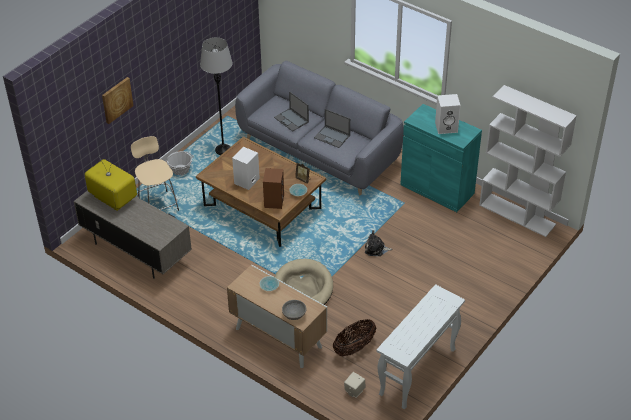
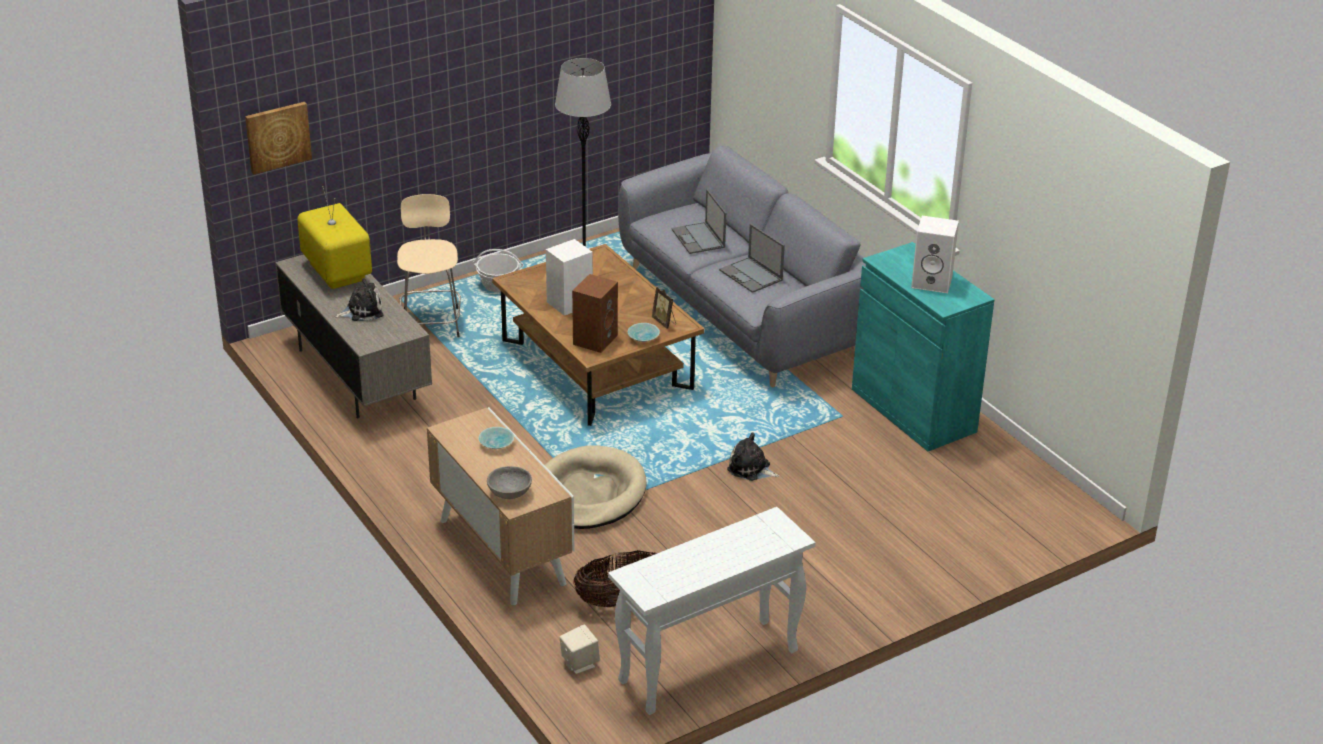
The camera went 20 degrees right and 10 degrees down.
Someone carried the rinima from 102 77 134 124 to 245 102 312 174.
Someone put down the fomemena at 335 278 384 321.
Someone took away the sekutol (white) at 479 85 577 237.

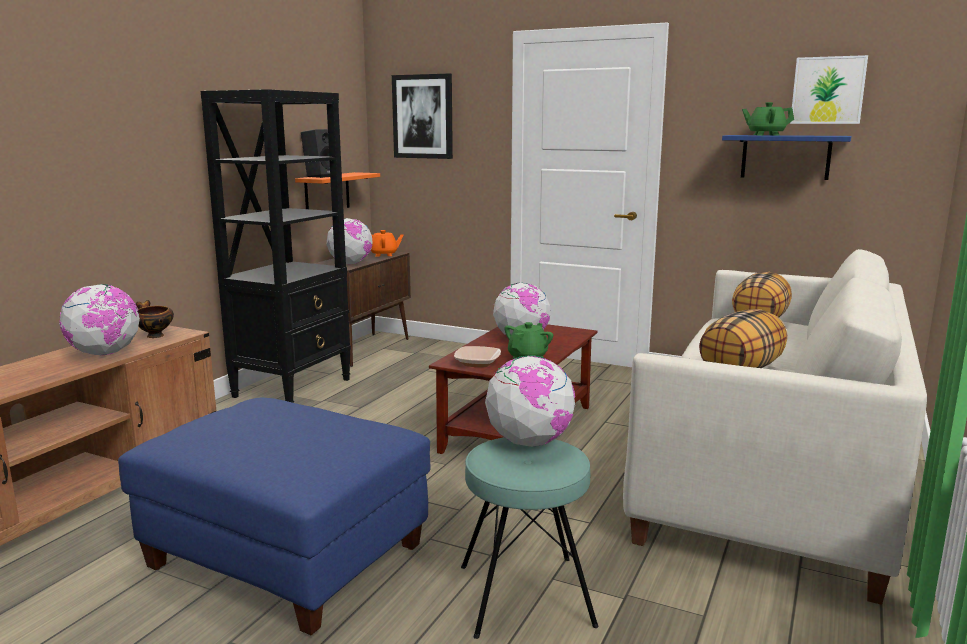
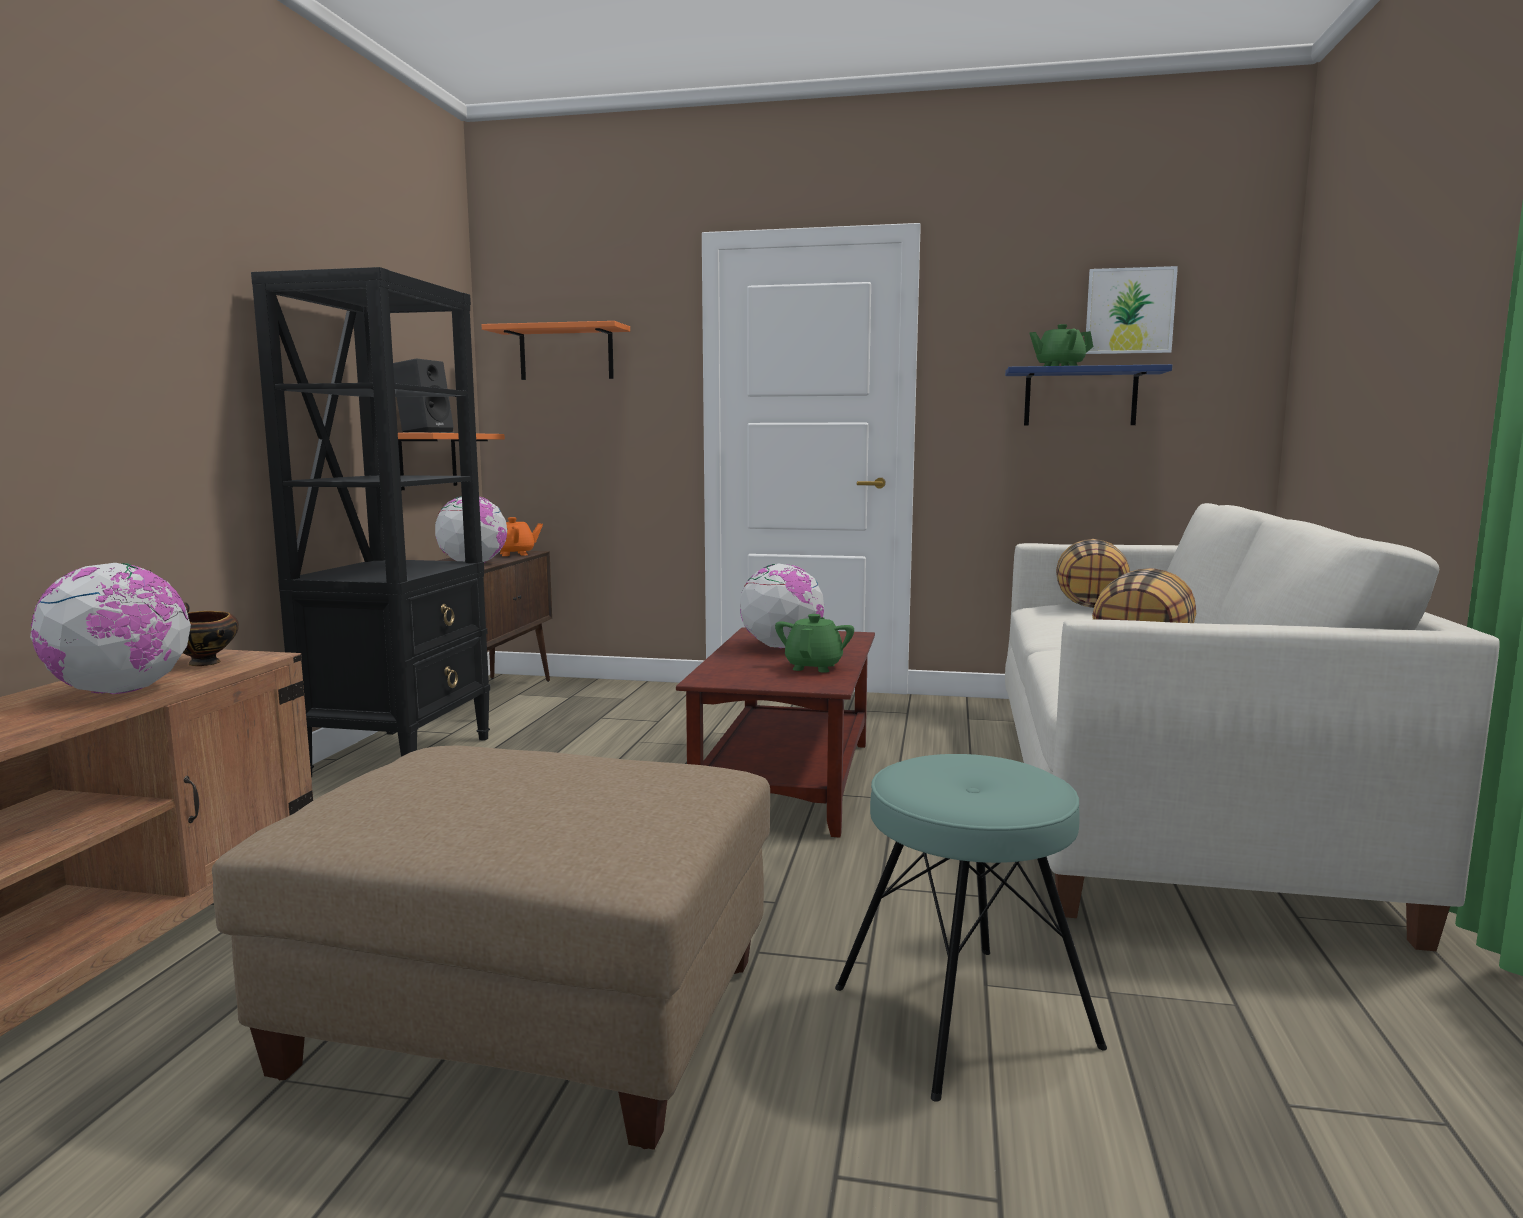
The camera went 15 degrees left and 5 degrees down.
Someone repainted the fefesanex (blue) at 118 398 431 635, which became the fefesanex (beige) at 212 745 770 1150.
Someone swapped the rinima at 392 74 453 159 for the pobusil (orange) at 482 321 630 380.
Someone took away the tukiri at 454 346 501 367.
Someone took away the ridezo at 485 355 575 447.

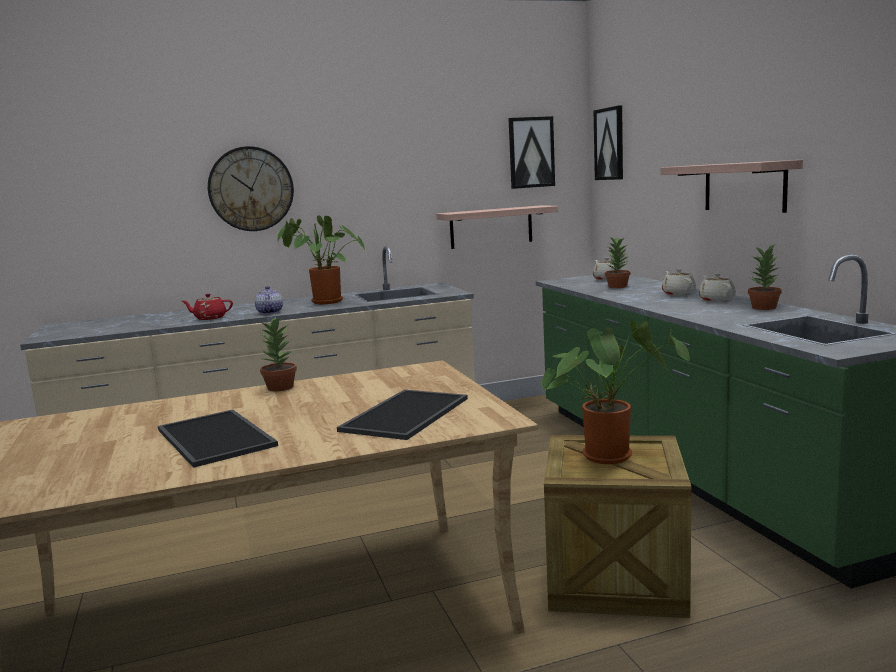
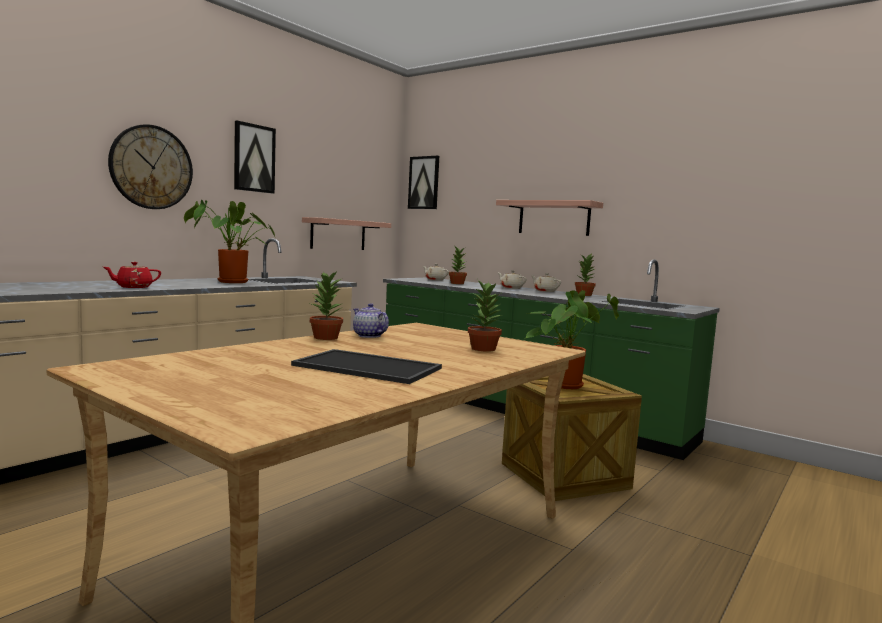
The camera went 35 degrees left and 5 degrees down.
Someone carried the rinima from 508 116 555 189 to 234 121 276 194.
Someone carried the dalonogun from 255 286 283 314 to 353 303 389 338.
Someone swapped the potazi at 337 390 468 440 for the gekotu at 468 279 502 352.

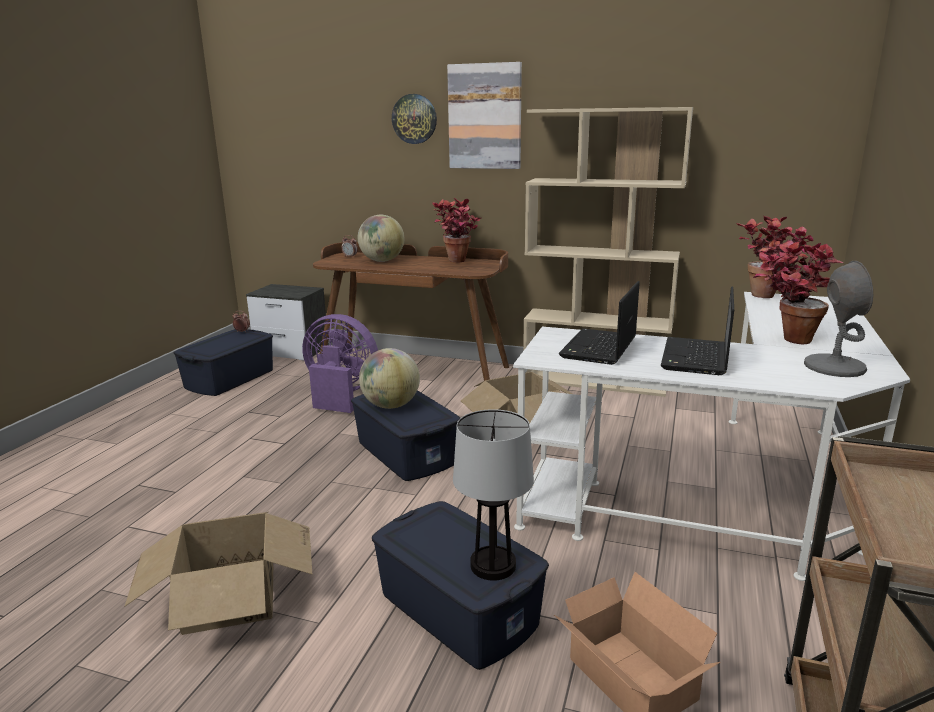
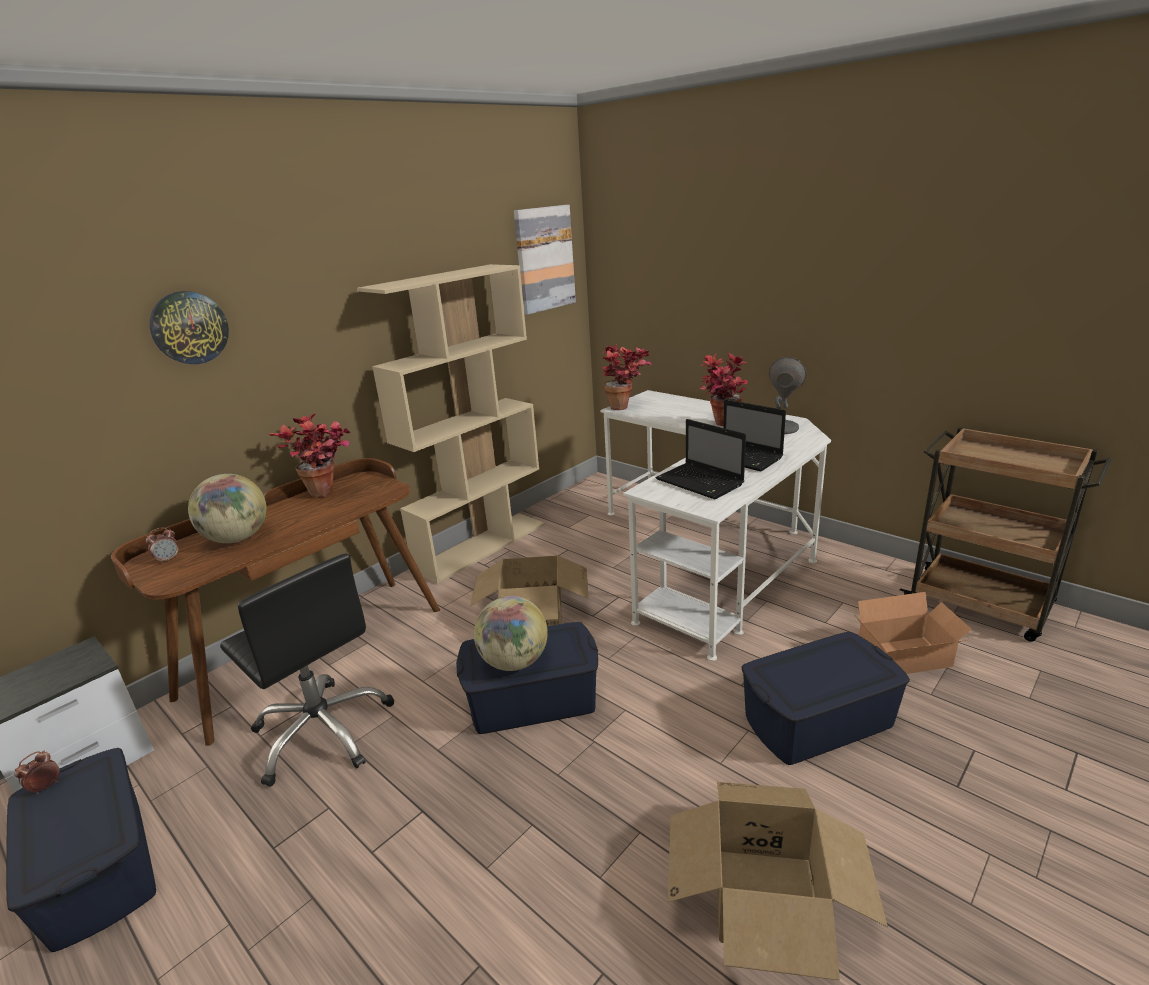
The camera went 65 degrees left and 5 degrees up.
Someone swapped the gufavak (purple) at 302 314 378 413 for the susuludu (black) at 220 553 394 787.
Someone carried the rinima from 447 62 522 169 to 514 205 576 315.
Someone took away the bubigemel at 453 409 534 581.

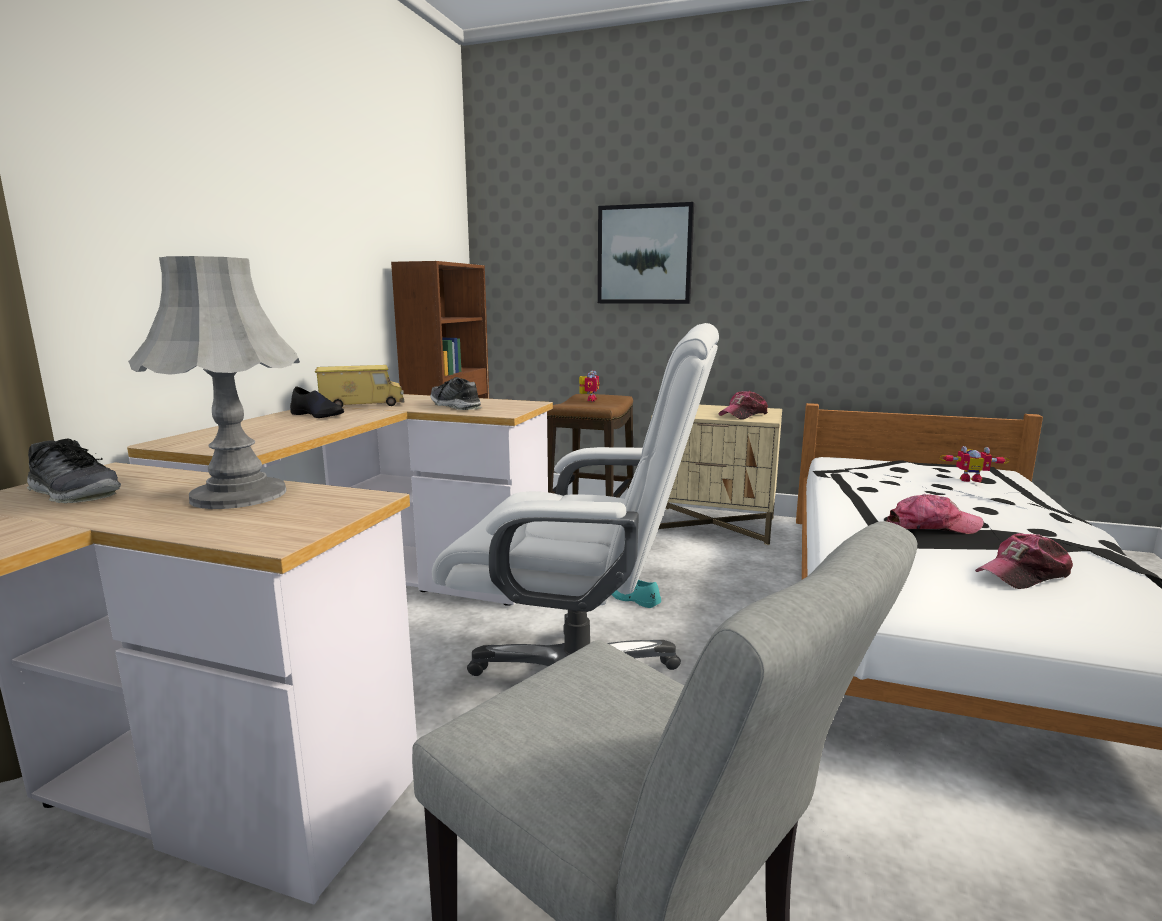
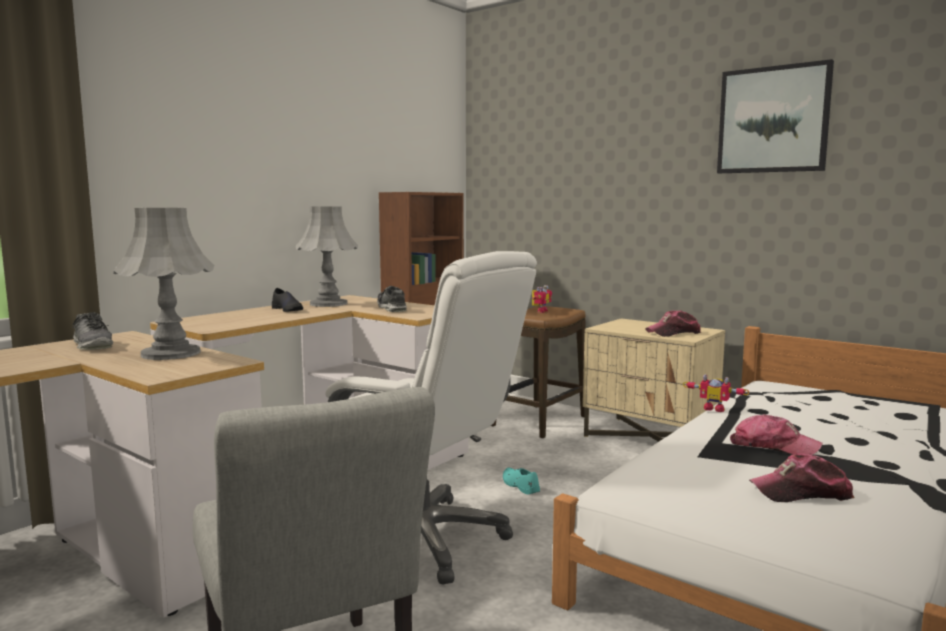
The camera went 20 degrees right and 5 degrees down.
Someone swapped the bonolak at 315 365 404 407 for the bubigemel (grey) at 296 206 358 307.
Someone carried the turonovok from 939 446 1009 482 to 683 374 749 412.
Someone carried the rinima from 598 202 694 304 to 717 59 834 173.

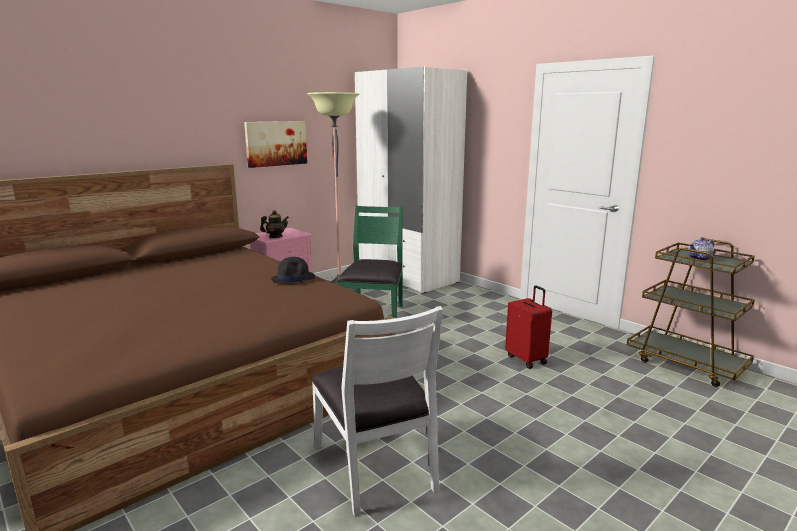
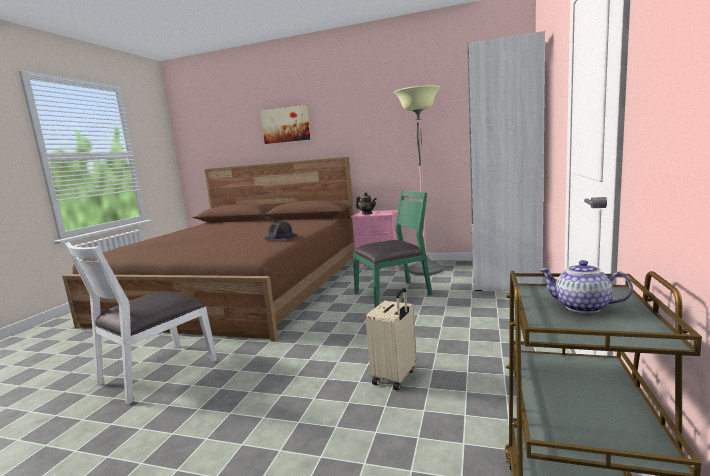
The camera went 60 degrees right and 5 degrees down.
Someone carried the rinima from 244 121 307 168 to 261 105 310 144.
Someone repainted the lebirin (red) at 505 286 552 369, which became the lebirin (beige) at 366 288 417 390.

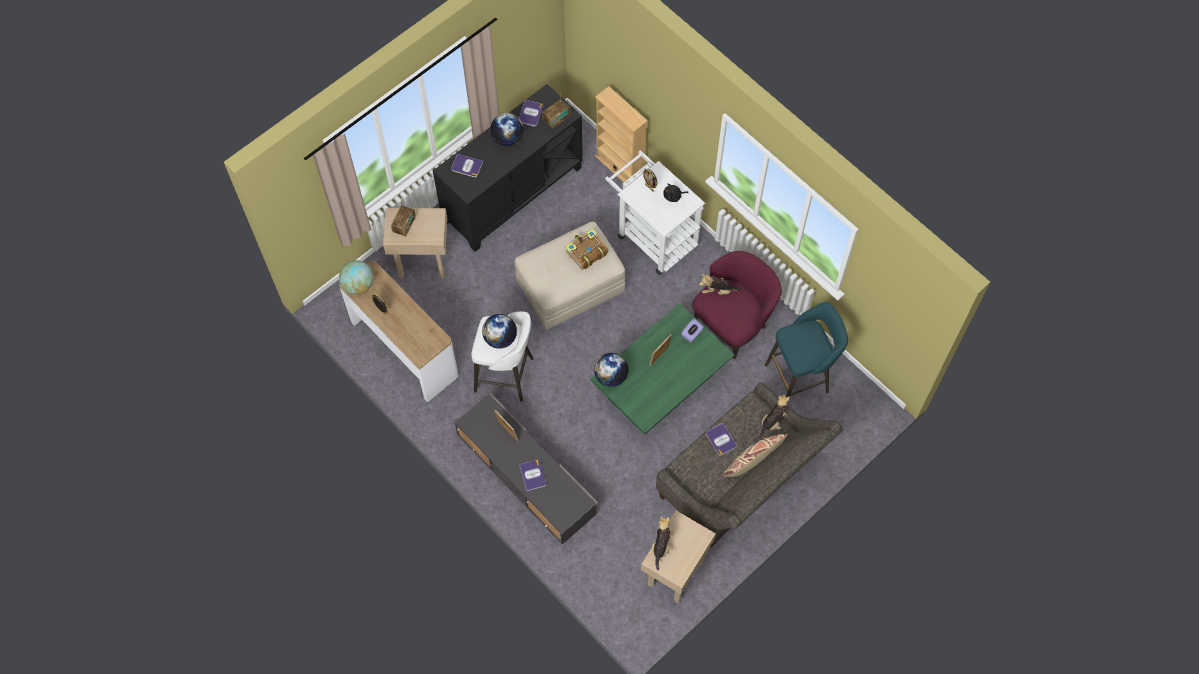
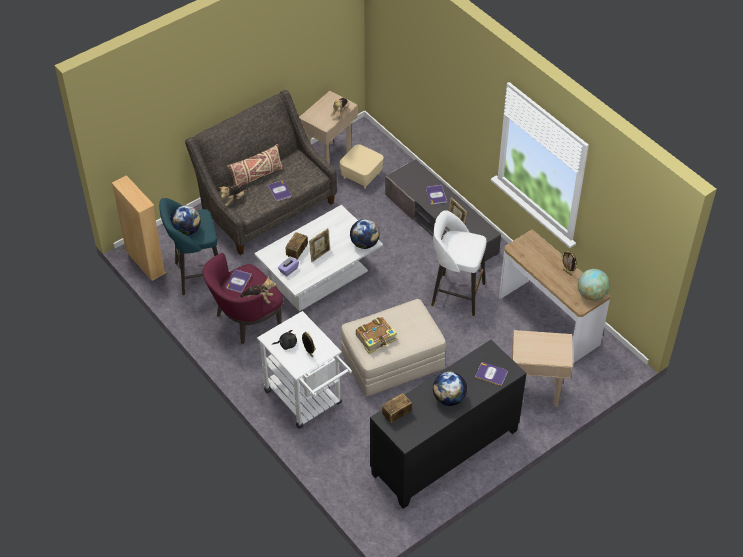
The camera went 175 degrees left and 15 degrees down.
Someone carried the sekutol (beige) from 595 86 647 182 to 112 175 166 281.
Someone carried the ridezo from 482 314 517 349 to 170 205 201 236.
Someone carried the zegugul from 519 100 543 126 to 226 270 252 293.
Someone repainted the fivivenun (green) at 590 303 735 435, which became the fivivenun (white) at 254 205 383 312.
Someone carried the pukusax from 391 202 416 236 to 286 232 308 260.
Someone put down the fefesanex (beige) at 340 144 384 189.

